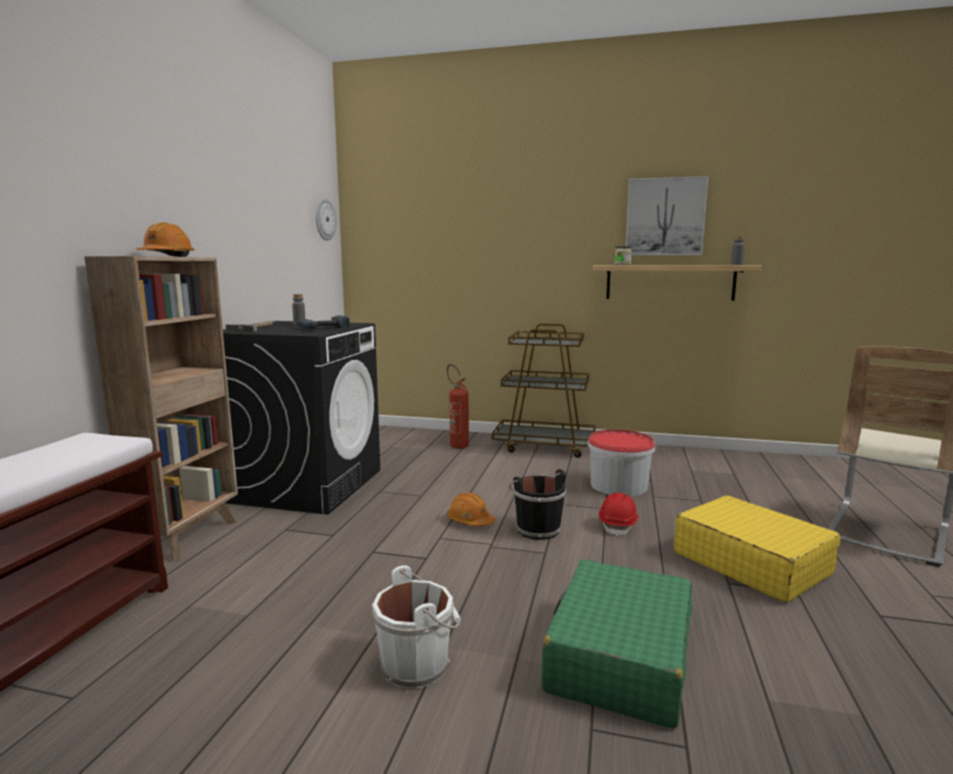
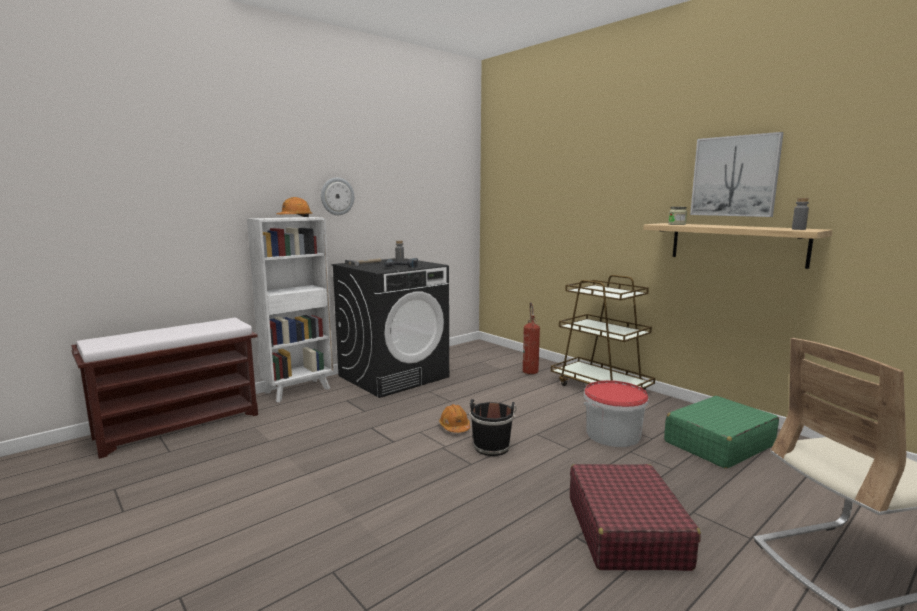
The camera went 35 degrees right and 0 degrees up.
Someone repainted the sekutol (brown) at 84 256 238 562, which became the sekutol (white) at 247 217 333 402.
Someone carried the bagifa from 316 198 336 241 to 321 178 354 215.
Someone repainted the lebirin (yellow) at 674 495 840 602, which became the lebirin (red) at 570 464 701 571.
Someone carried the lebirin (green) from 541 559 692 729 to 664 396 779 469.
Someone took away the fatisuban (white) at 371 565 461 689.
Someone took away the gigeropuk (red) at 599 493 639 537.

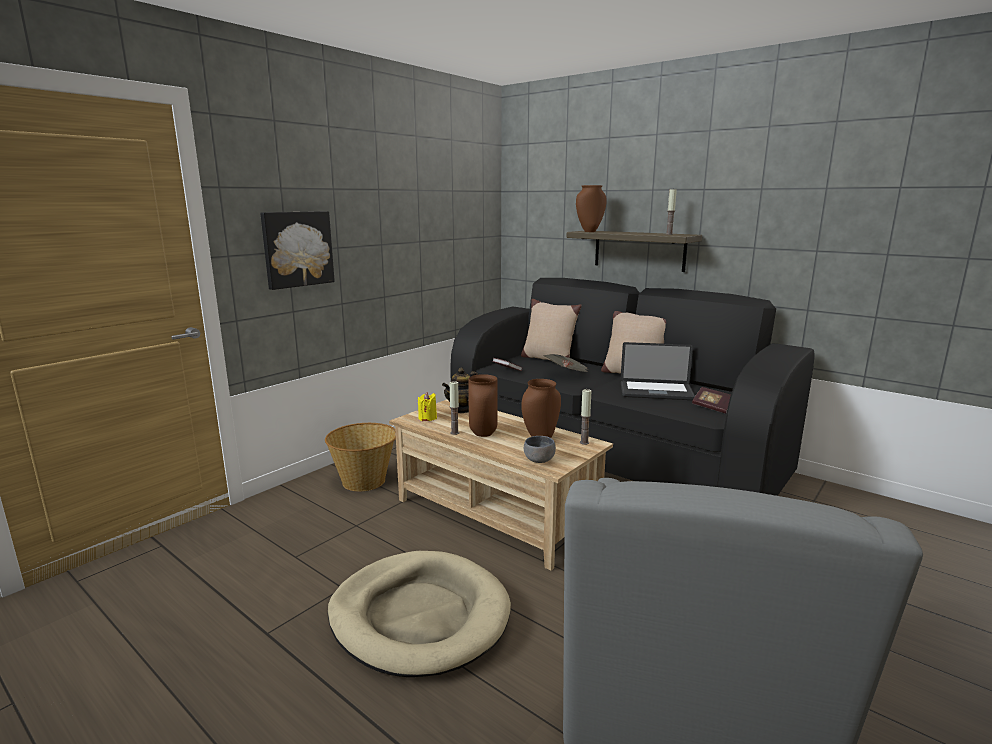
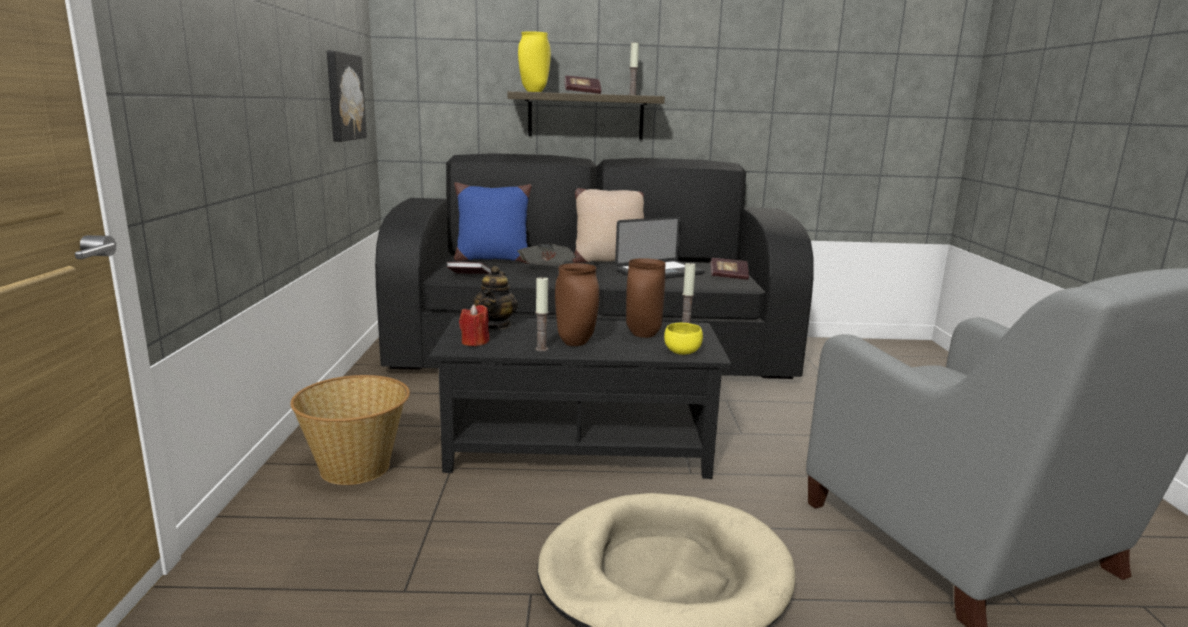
The camera went 40 degrees left and 0 degrees up.
Someone carried the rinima from 260 211 335 290 to 327 51 367 142.
Someone repainted the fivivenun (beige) at 389 399 613 571, which became the fivivenun (black) at 429 316 732 479.
Someone repainted the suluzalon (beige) at 521 299 581 360, which became the suluzalon (blue) at 454 182 532 264.
Someone repainted the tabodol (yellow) at 418 392 437 421, which became the tabodol (red) at 459 304 489 346.
Someone repainted the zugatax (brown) at 576 185 606 232, which became the zugatax (yellow) at 518 31 551 92.
Someone put down the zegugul at 564 76 601 94.
Someone repainted the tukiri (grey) at 524 436 556 463, which became the tukiri (yellow) at 664 323 703 355.

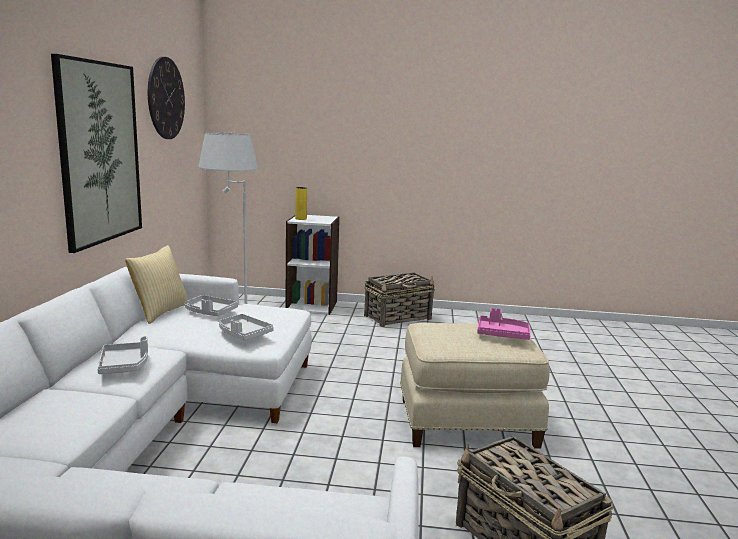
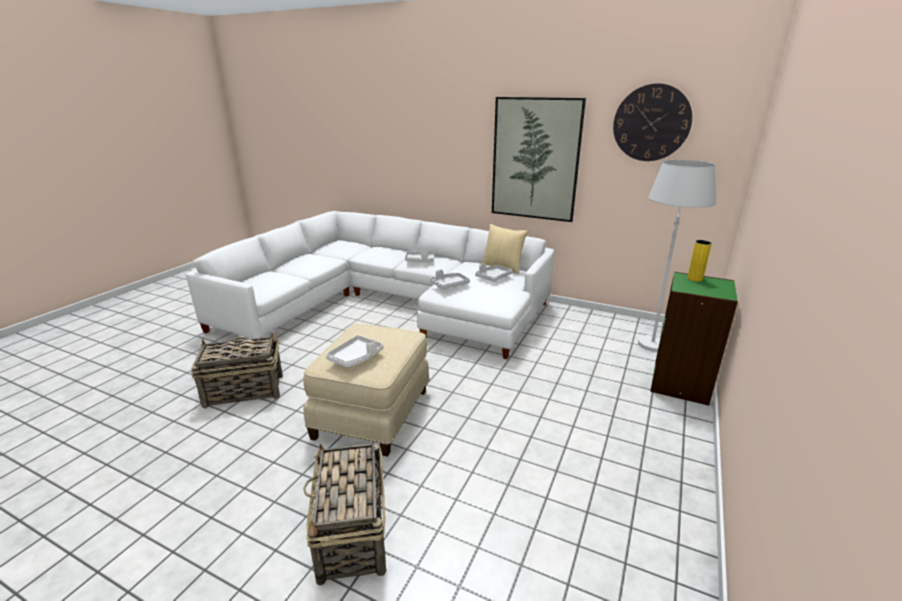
The camera went 110 degrees right and 10 degrees up.
Someone carried the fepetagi from 364 273 435 327 to 303 443 386 585.
Someone repainted the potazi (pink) at 477 308 531 340, which became the potazi (white) at 326 335 384 367.
Someone repainted the sekutol (white) at 285 215 340 315, which became the sekutol (green) at 650 272 738 406.

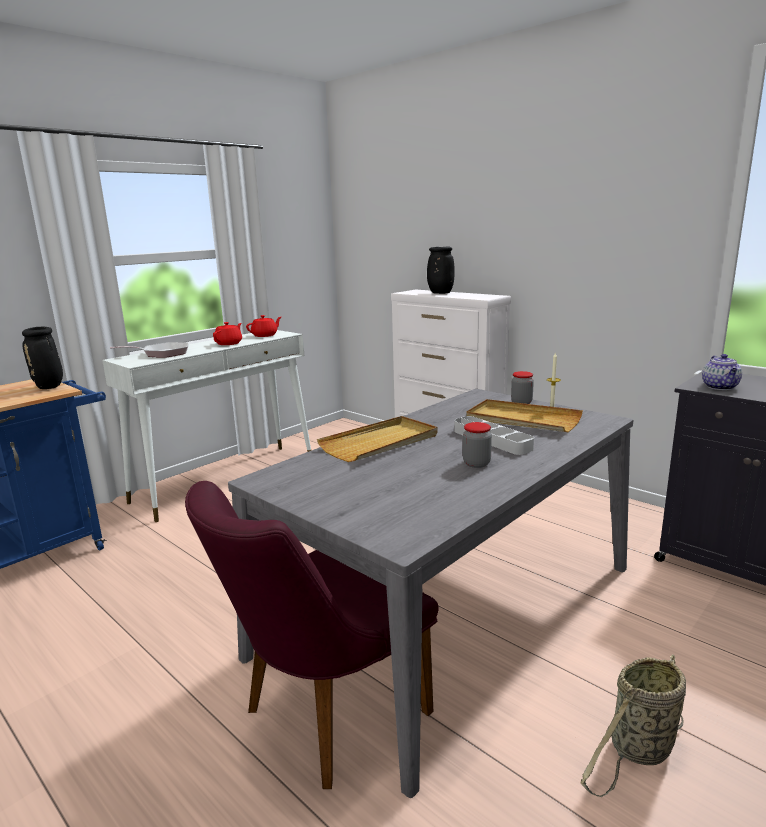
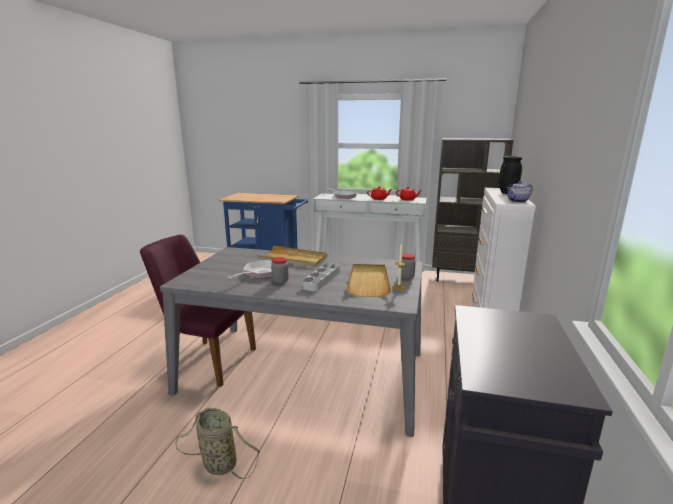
The camera went 60 degrees right and 0 degrees up.
Someone put down the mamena at 227 259 273 279.
Someone put down the sekutol (brown) at 432 138 513 282.
Someone carried the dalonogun from 702 354 742 390 to 506 181 533 203.
Someone took away the zugatax (black) at 22 327 63 389.

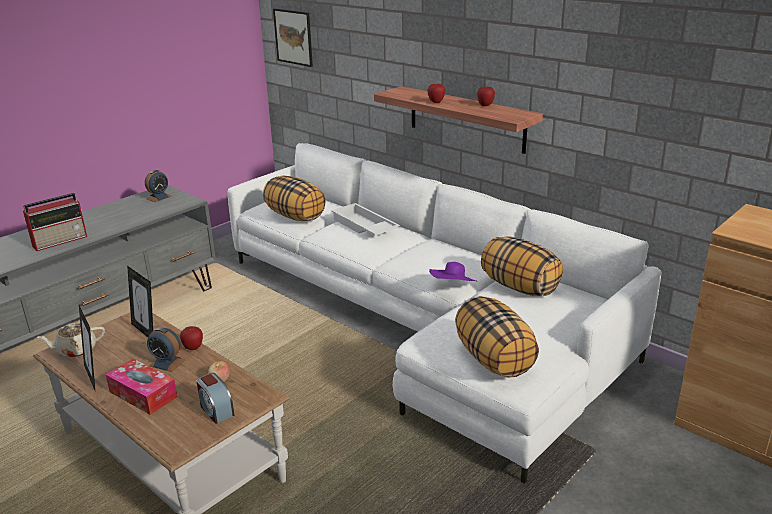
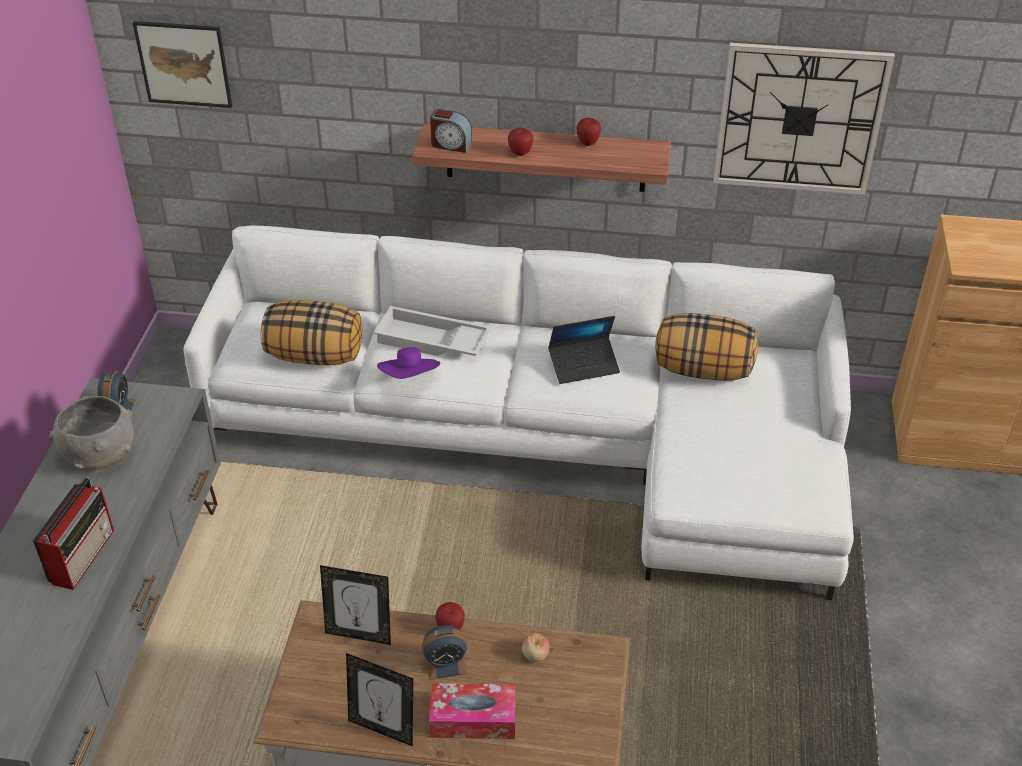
The camera went 35 degrees left and 15 degrees up.
Someone put down the tukiri (grey) at 49 396 133 470.
Someone carried the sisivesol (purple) from 429 262 478 282 to 377 347 440 379.
Someone carried the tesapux from 196 373 234 424 to 430 109 472 153.
Someone put down the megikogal at 548 316 620 384.
Someone put up the bagifa at 713 43 895 195.
Someone took away the dalonogun (beige) at 36 323 105 358.
Someone took away the suluzalon at 455 296 539 378.

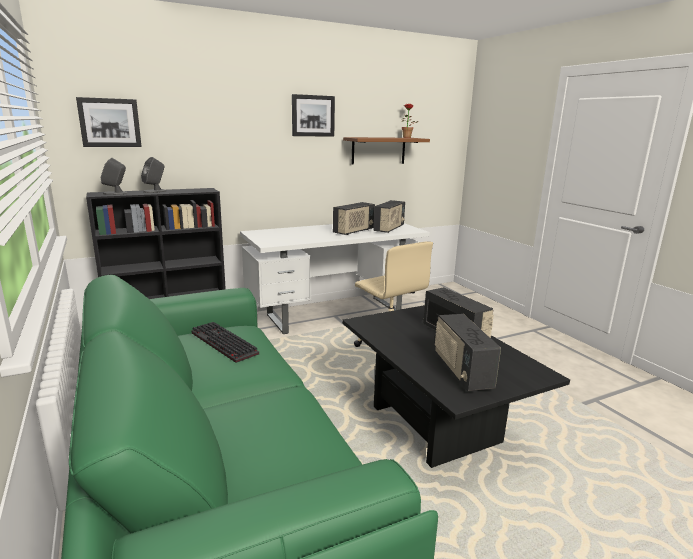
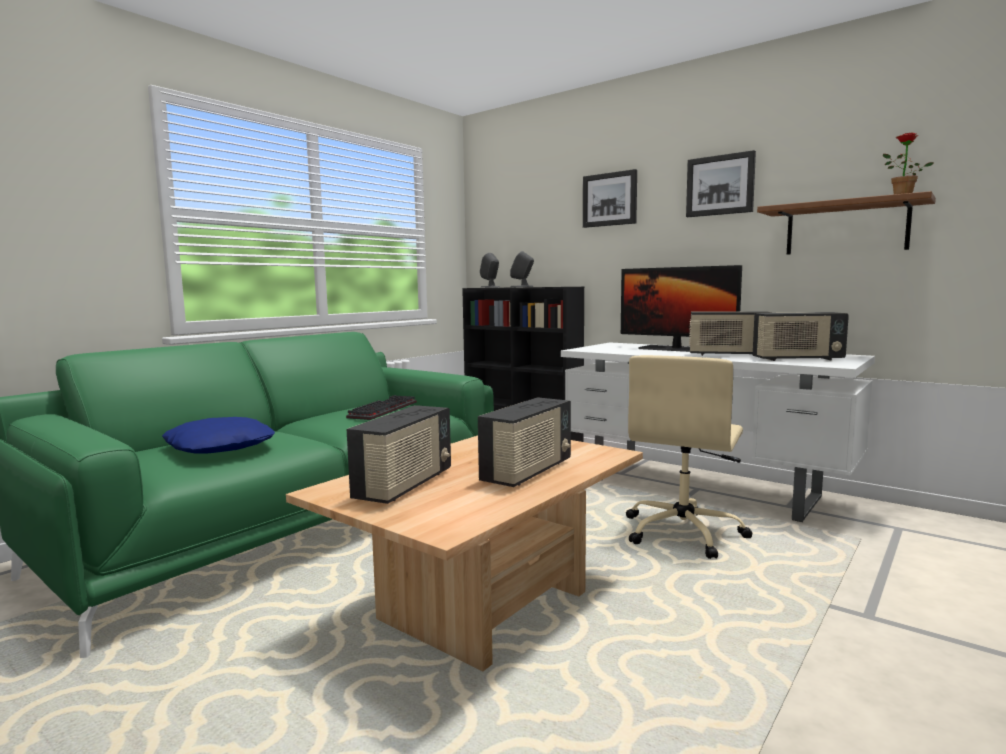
The camera went 65 degrees right and 10 degrees down.
Someone put down the suluzalon (blue) at 162 417 275 454.
Someone repainted the fivivenun (black) at 342 305 570 468, which became the fivivenun (beige) at 286 436 643 671.
Someone rotated the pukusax at 435 314 501 391 by 150 degrees clockwise.
Someone carried the rinima from 76 97 142 147 to 583 169 637 228.
Someone put down the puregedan at 621 265 742 352.

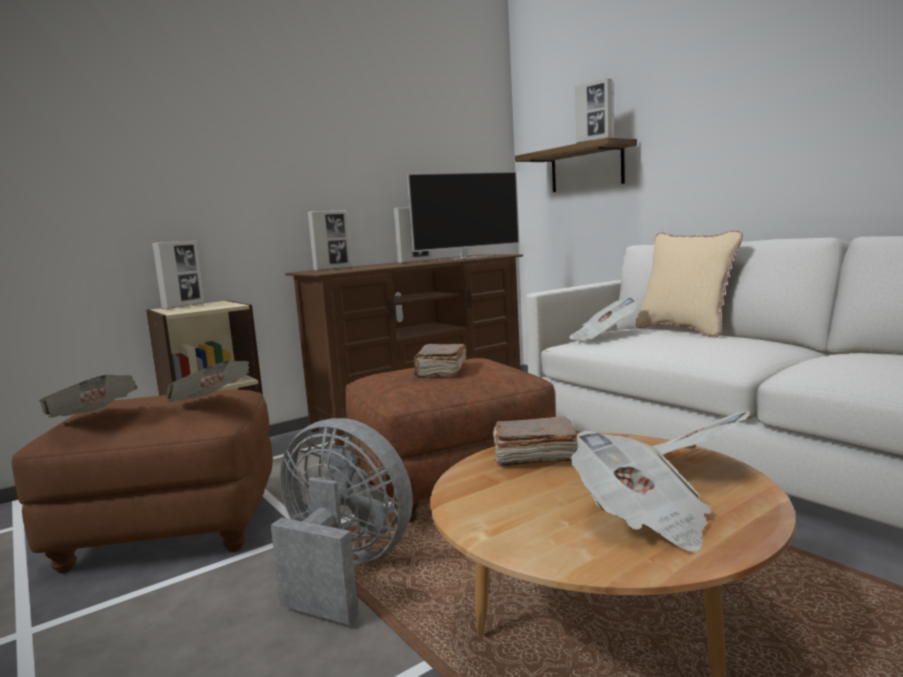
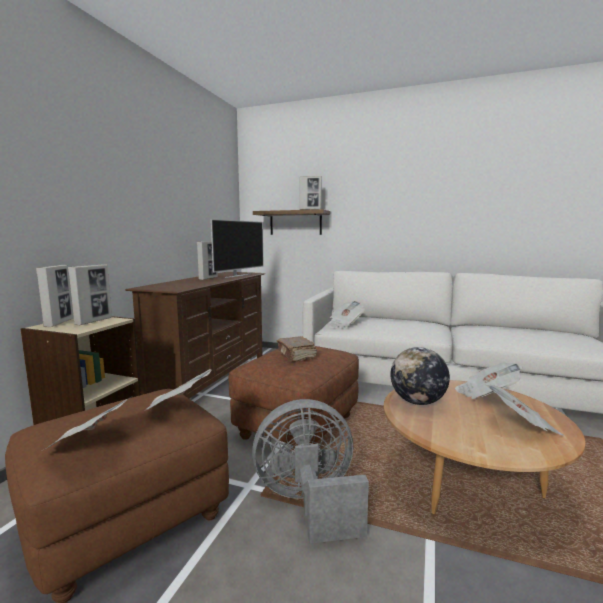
The camera went 35 degrees left and 0 degrees up.
Someone carried the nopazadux from 308 210 352 271 to 68 264 112 326.
Someone swapped the zegugul (brown) at 493 417 578 467 for the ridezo at 390 347 450 405.
Someone took away the suluzalon (beige) at 635 230 743 338.

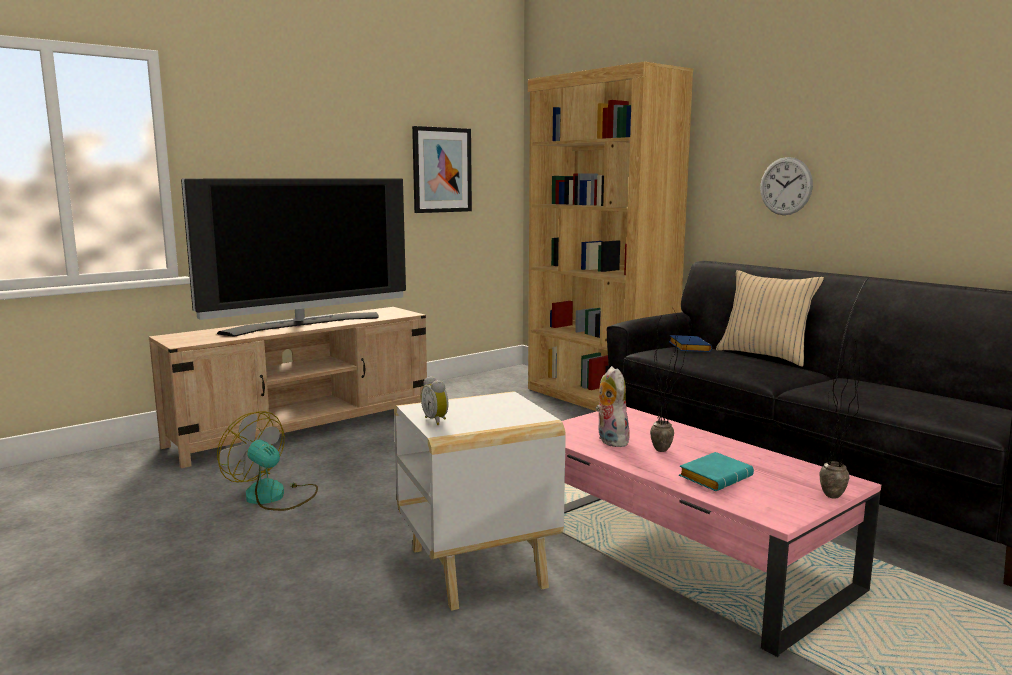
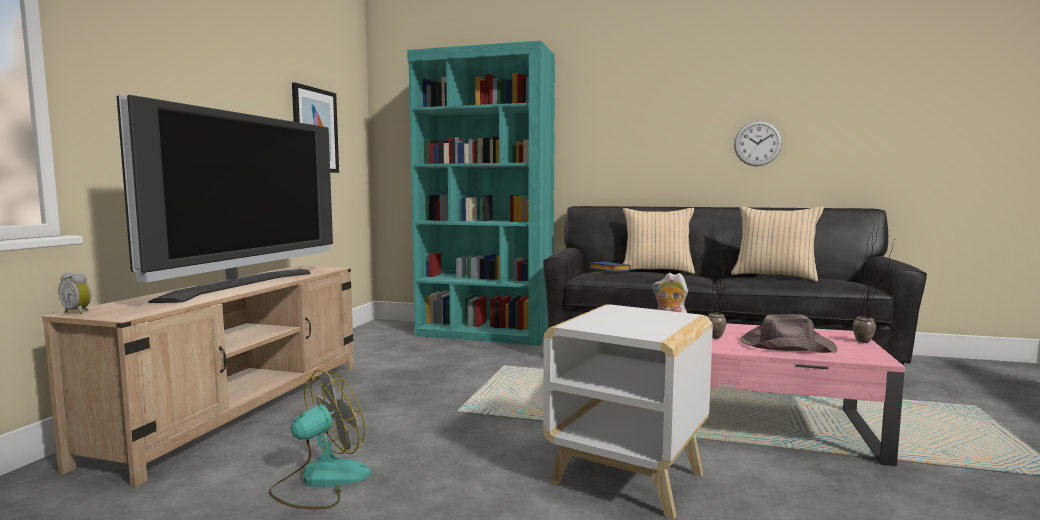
The camera went 35 degrees left and 5 degrees down.
Someone carried the tesapux from 421 376 448 425 to 58 272 91 314.
Someone rotated the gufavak at 217 411 318 511 by 135 degrees clockwise.
Someone repainted the sekutol (brown) at 528 62 693 411, which became the sekutol (turquoise) at 407 40 555 346.
Someone put down the suluzalon (beige) at 731 206 824 282.
Someone carried the bagifa from 760 157 813 215 to 734 121 782 166.
Someone swapped the zegugul (turquoise) at 679 452 754 491 for the sisivesol (brown) at 740 314 837 353.

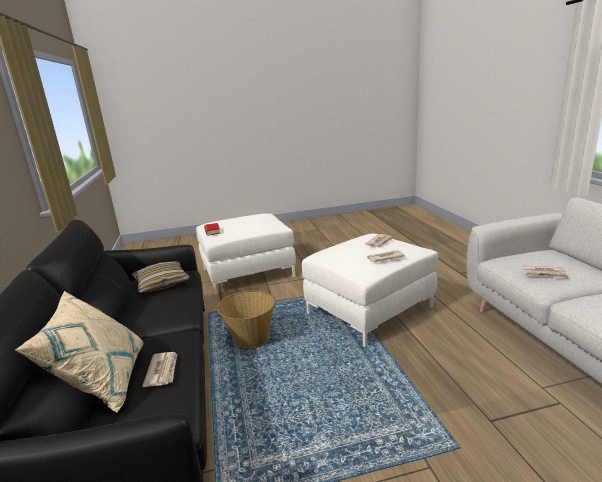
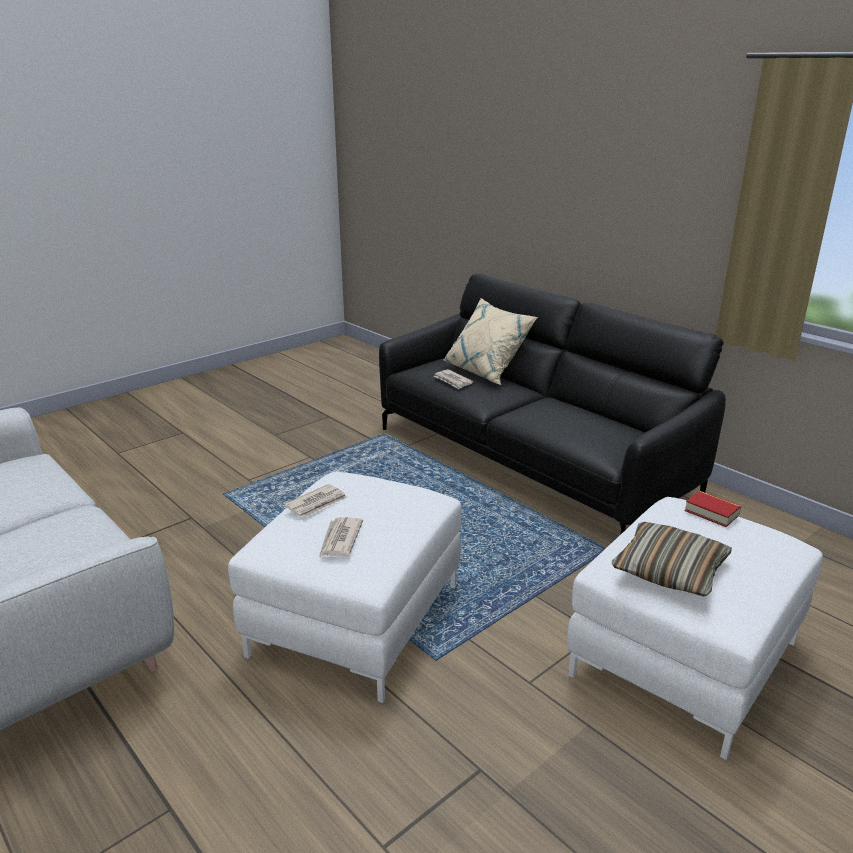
The camera went 150 degrees right and 5 degrees up.
Someone carried the suluzalon from 132 261 190 293 to 612 522 732 597.
Someone took away the fepetagi at 217 290 275 349.
Someone took away the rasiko at 522 265 570 279.

